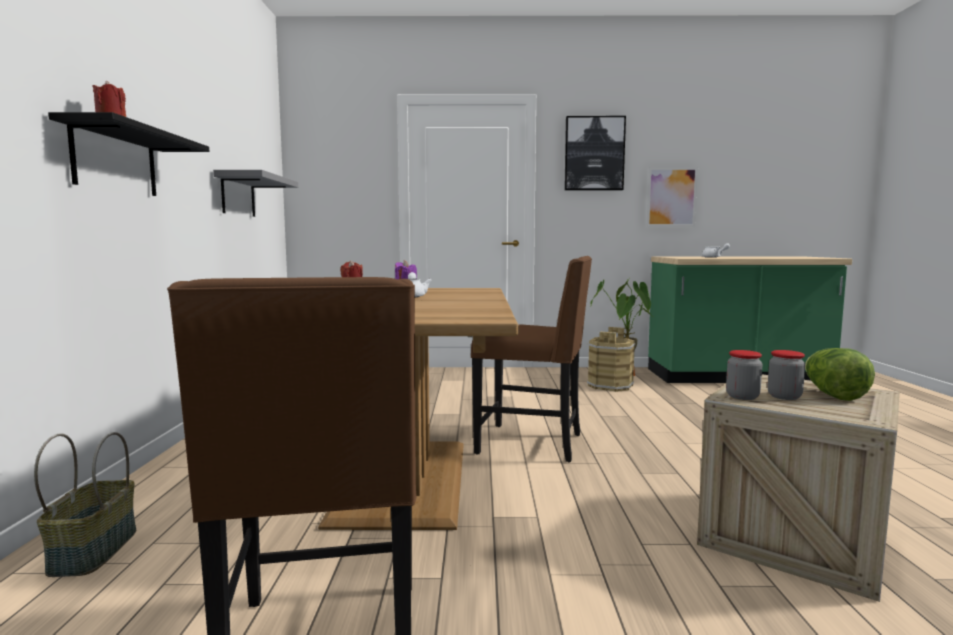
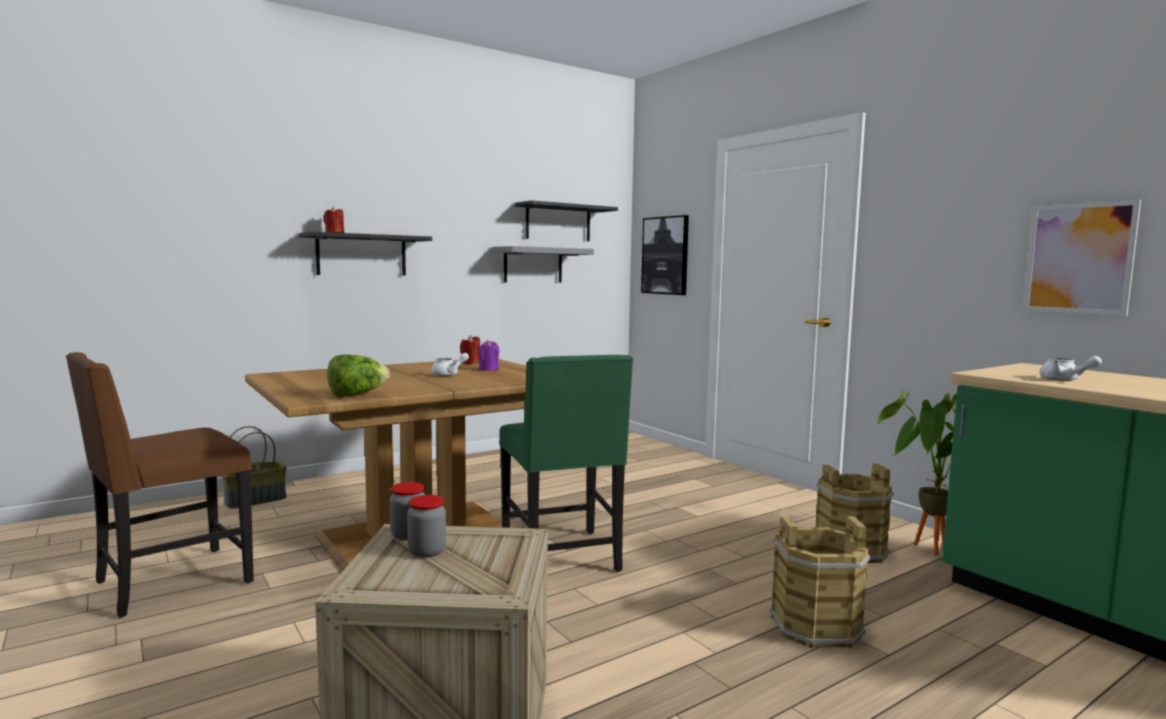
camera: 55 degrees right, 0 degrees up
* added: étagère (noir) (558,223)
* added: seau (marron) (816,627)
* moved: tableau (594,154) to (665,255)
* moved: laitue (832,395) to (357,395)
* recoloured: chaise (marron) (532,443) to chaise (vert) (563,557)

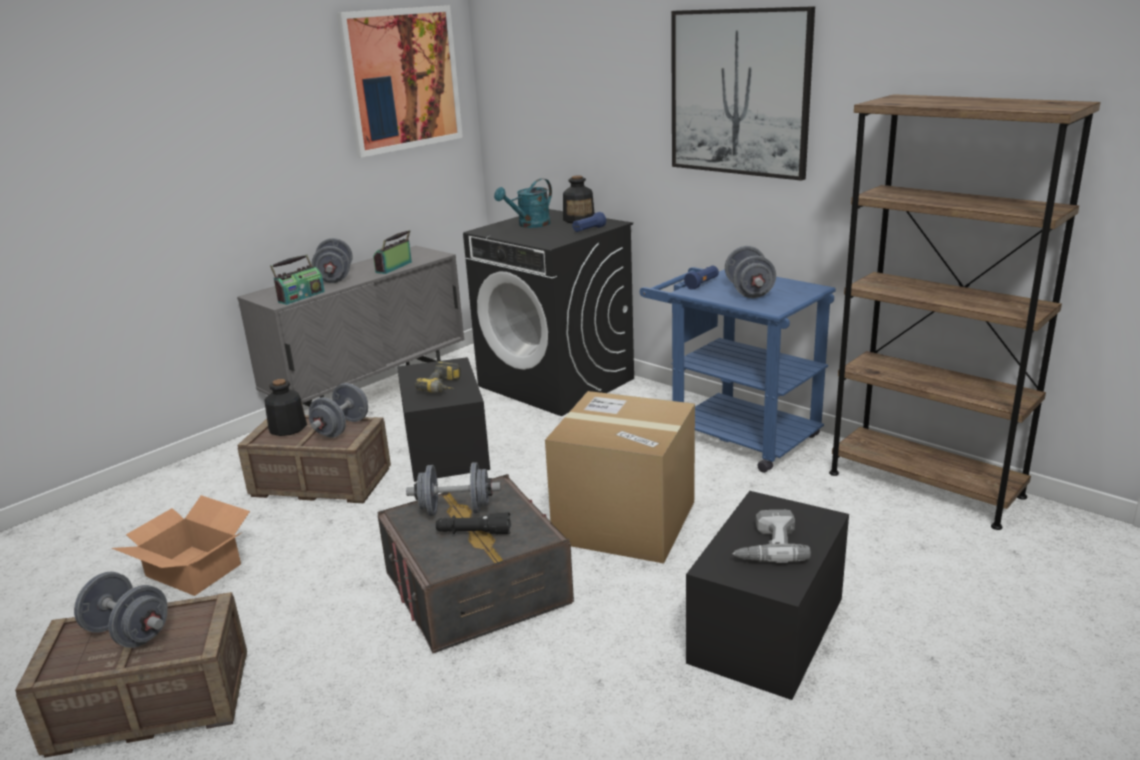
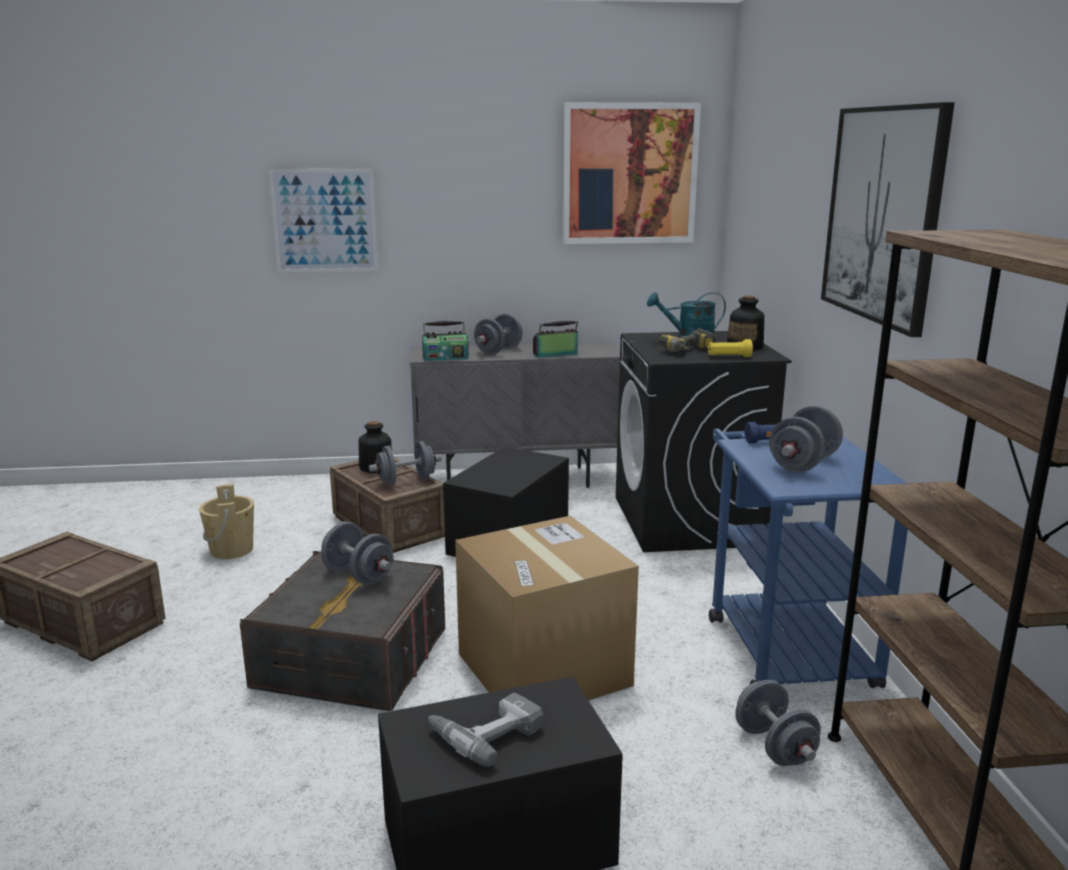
camera: 40 degrees right, 5 degrees down
* removed: lampe de poche (noir) (474,533)
* added: tableau (324,220)
* moved: haltère (gris) (128,633) to (774,747)
* moved: perceuse (444,387) to (690,352)
* replaced: carton (193,569) to seau (beige) (232,550)
* recoloured: lampe de poche (bleu) (588,230) to lampe de poche (jaune) (729,357)

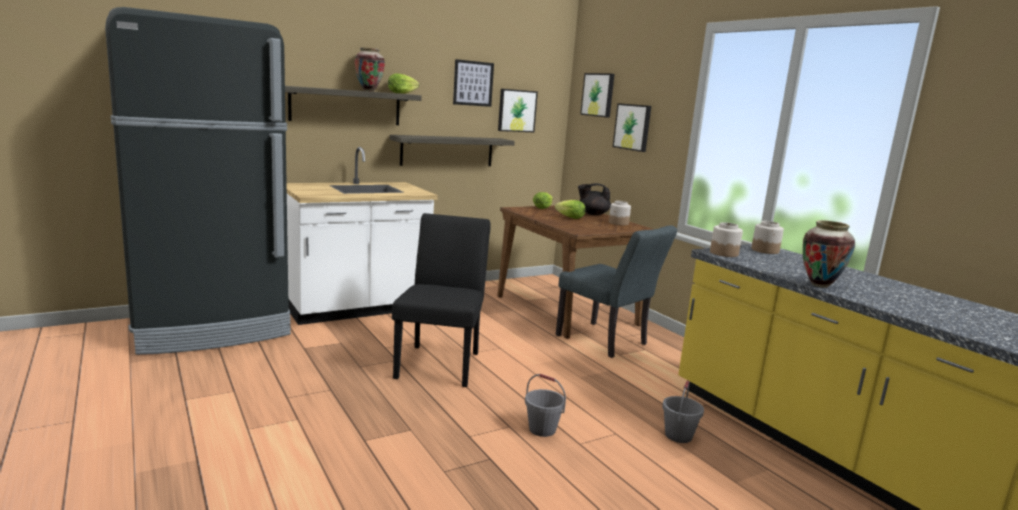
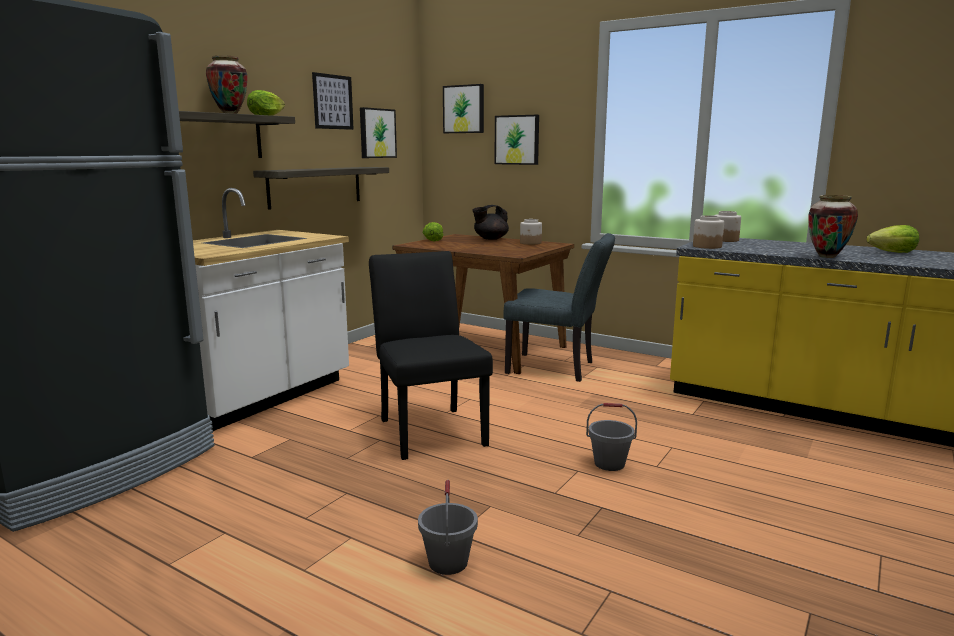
camera: 25 degrees left, 0 degrees up
* moved: laitue (570,218) to (892,252)
* moved: seau (gris) (678,435) to (447,562)

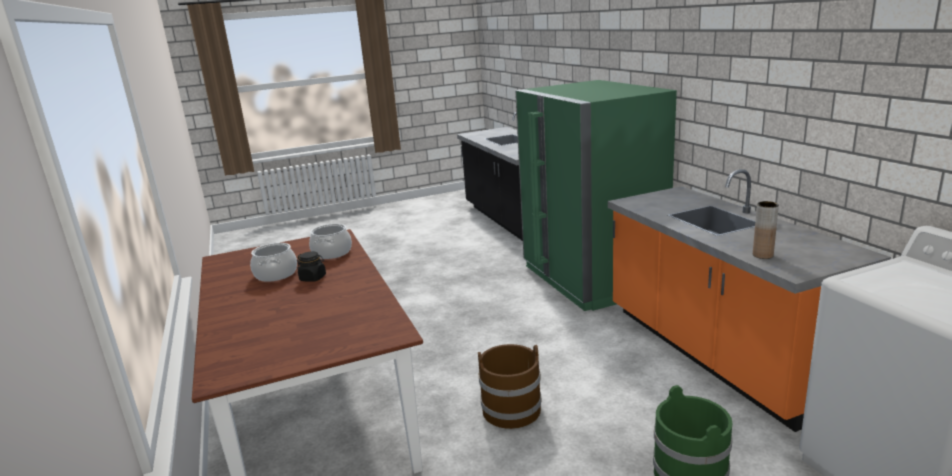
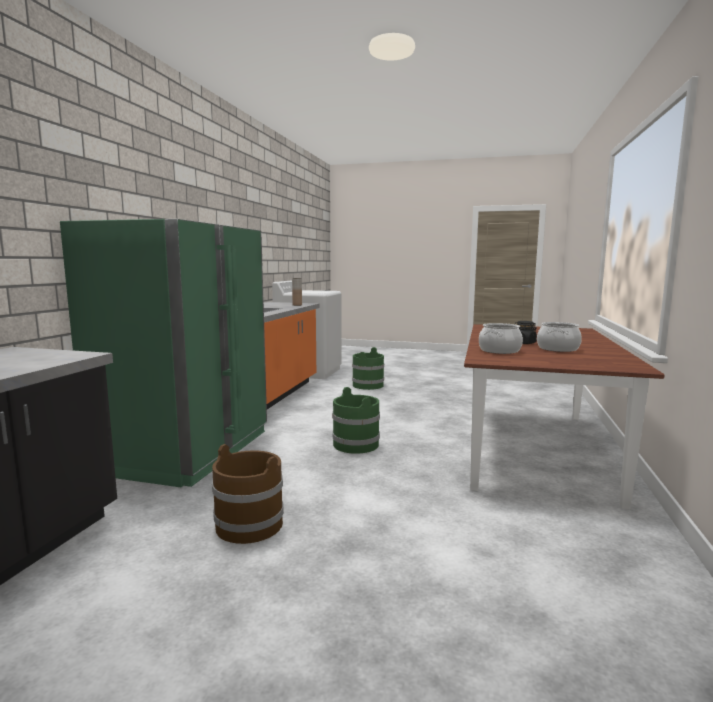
camera: 145 degrees left, 10 degrees down
* added: seau (vert) (356,444)
* moved: seau (marron) (511,409) to (249,525)

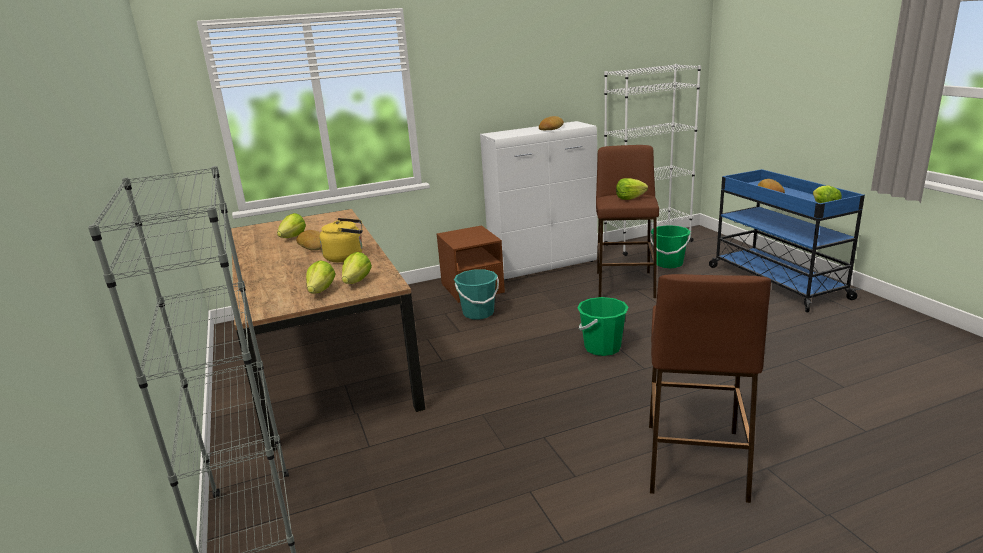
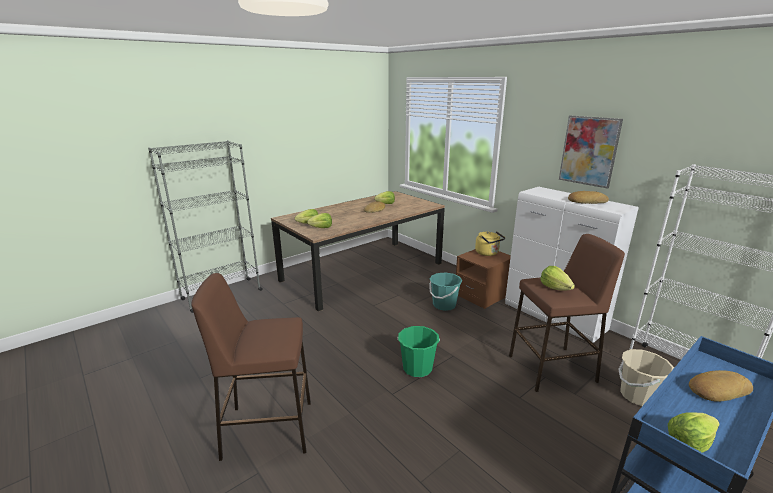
camera: 70 degrees right, 0 degrees up
* added: tableau (589,151)
* moved: bouilloire (jaune) (346,257) to (488,253)
* recoloured: seau (vert) (669,264) to seau (beige) (637,396)

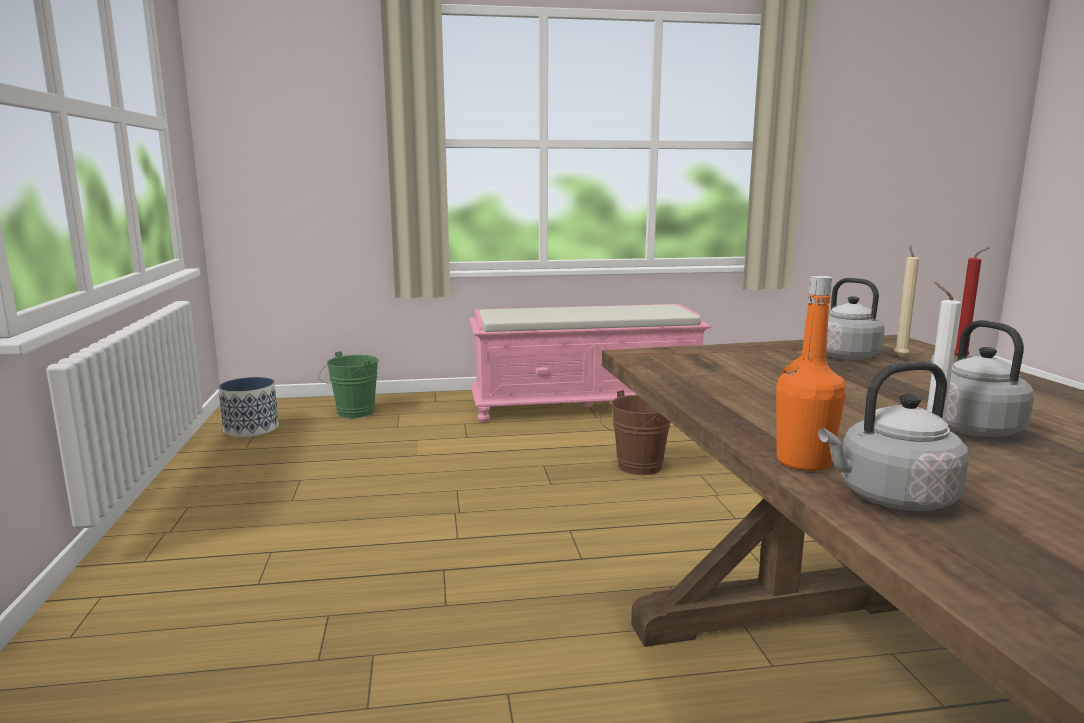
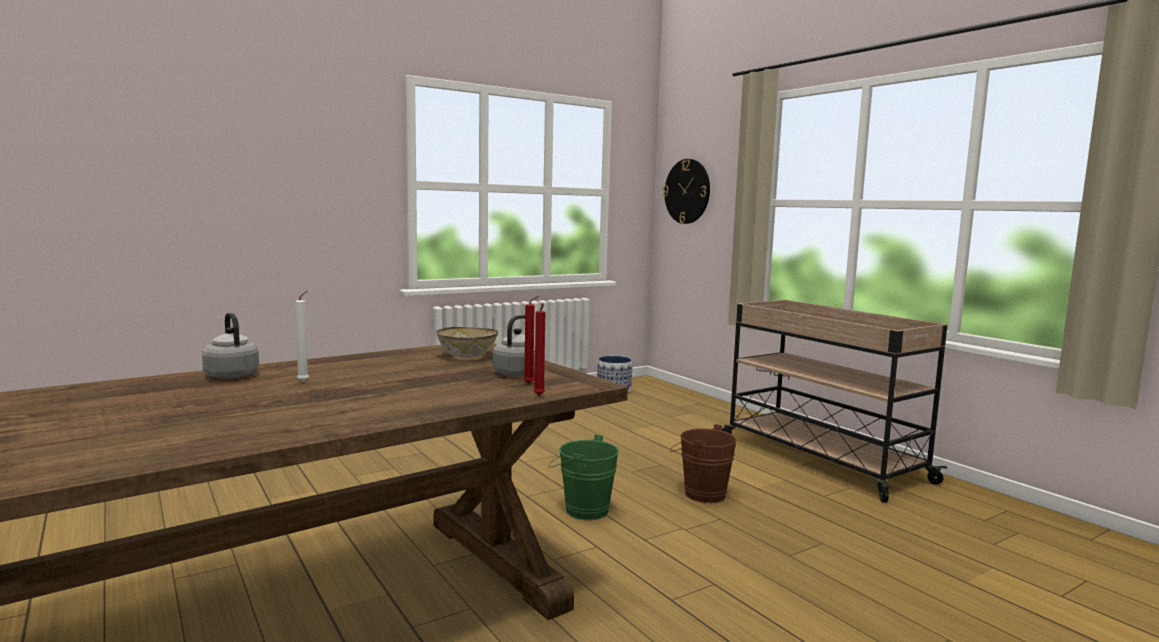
camera: 65 degrees right, 5 degrees down
* removed: bouteille (orange) (803,462)
* removed: bouilloire (gris) (970,428)
* added: bol (468,356)
* added: horloge murale (687,191)
* moved: seau (vert) (352,413) to (582,510)
* replaced: banc (rose) (586,405) to chariot (beige) (819,459)
* recoloured: bougie (beige) (900,356) to bougie (rouge) (530,383)

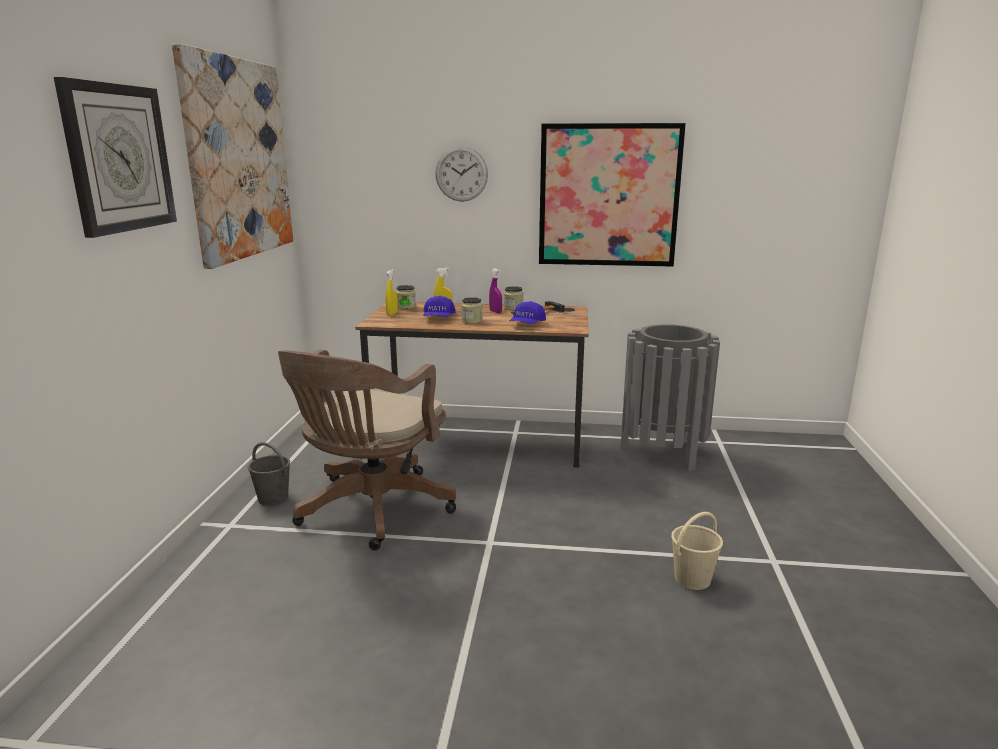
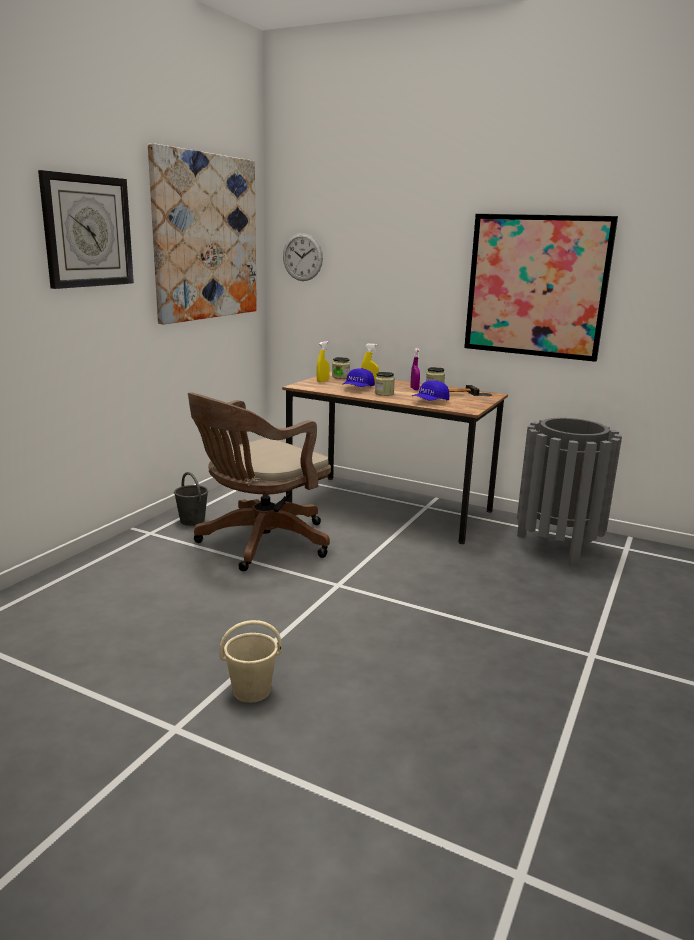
camera: 20 degrees right, 0 degrees up
* moved: horloge murale (461,174) to (302,257)
* moved: seau (beige) (693,579) to (252,690)

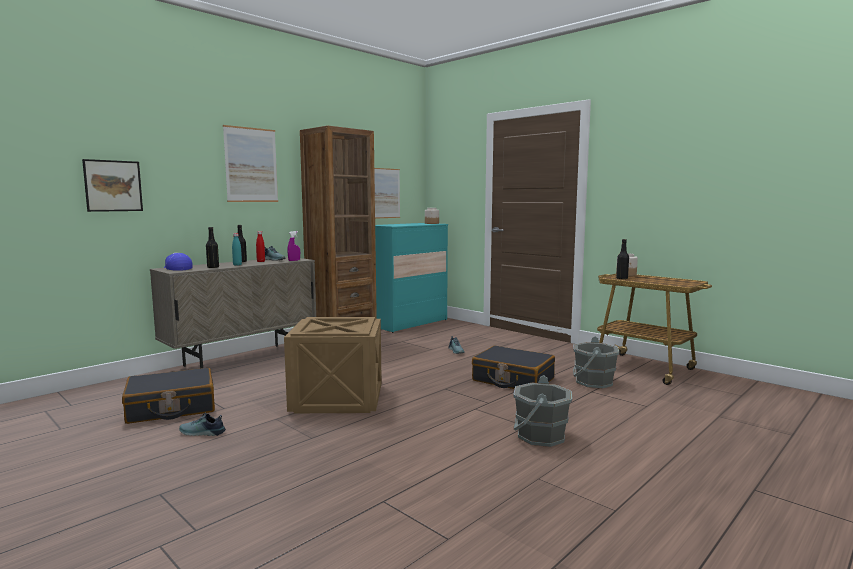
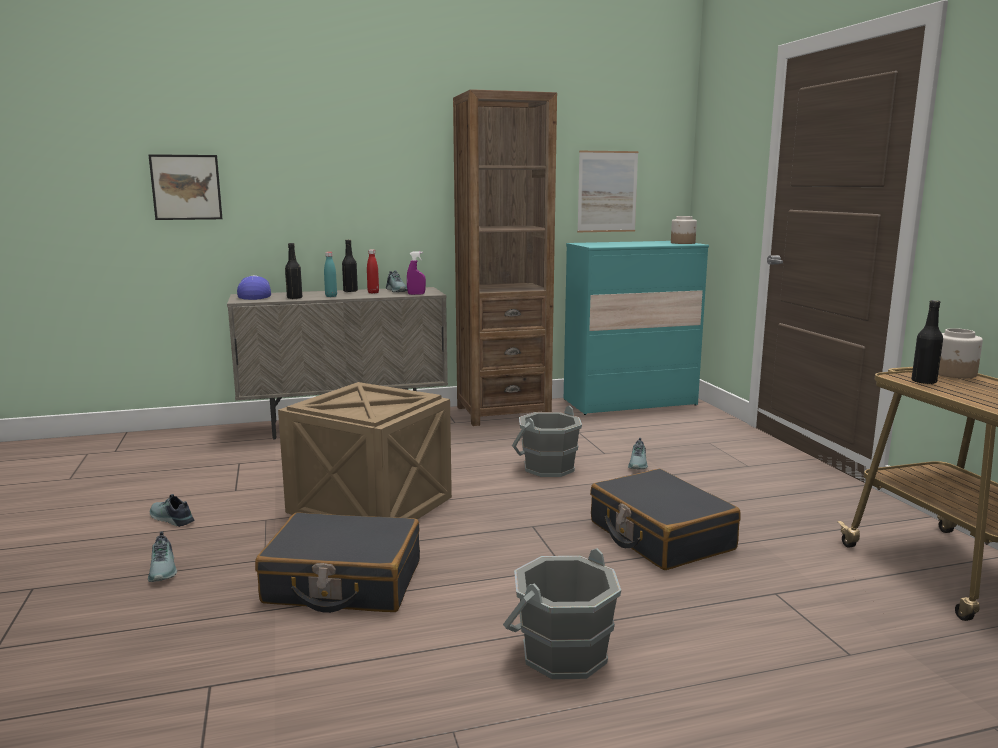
camera: 30 degrees right, 5 degrees up
* removed: tableau (251,165)
* added: chaussure (164,569)
* moved: valise (noir) (171,408) to (343,582)
* moved: seau (gris) (593,382) to (548,467)

